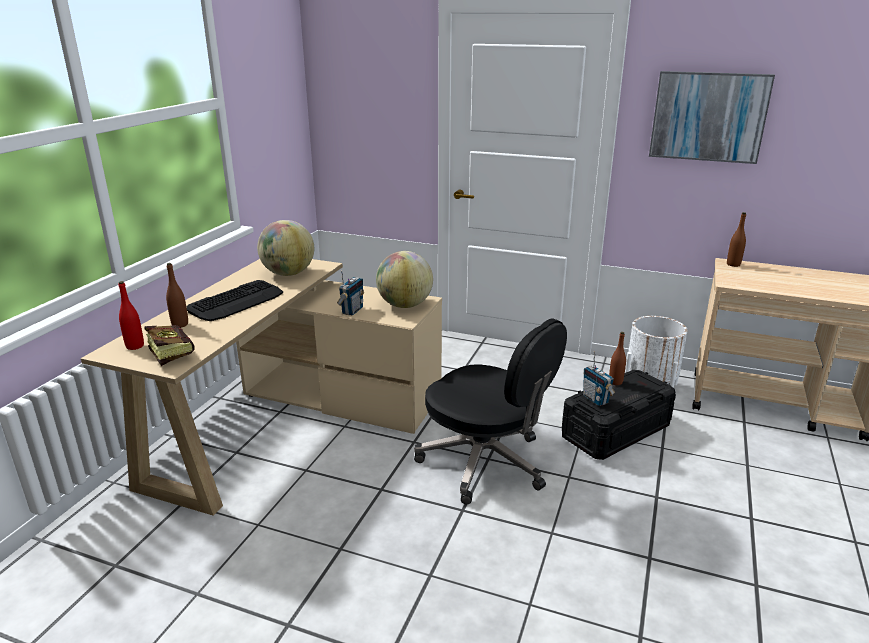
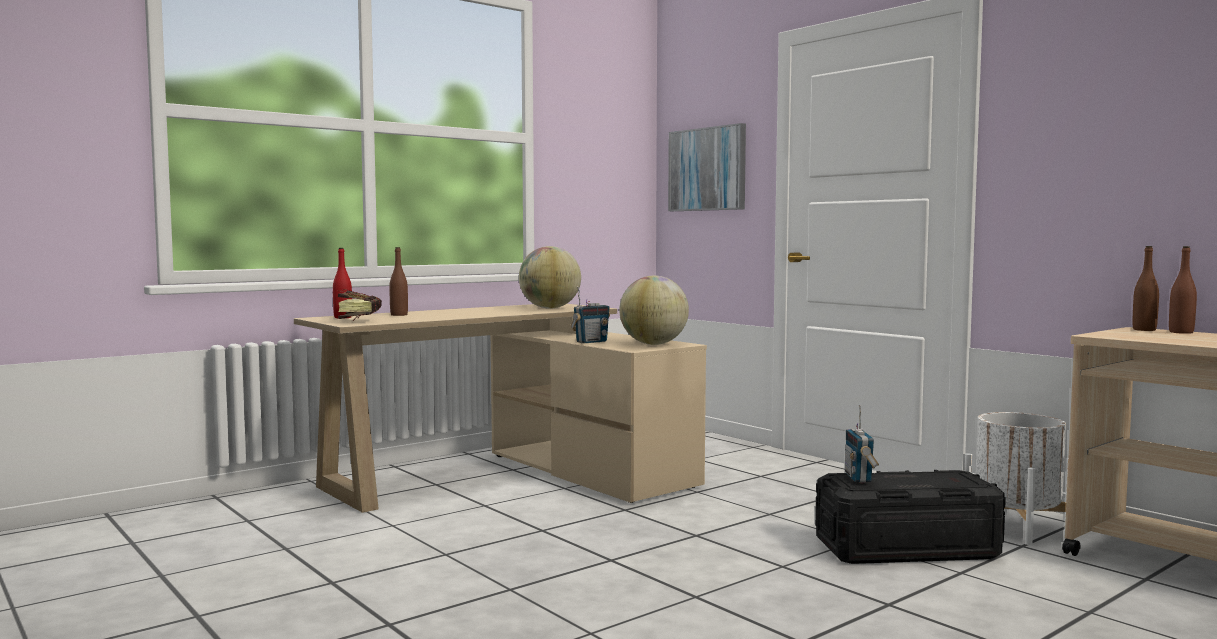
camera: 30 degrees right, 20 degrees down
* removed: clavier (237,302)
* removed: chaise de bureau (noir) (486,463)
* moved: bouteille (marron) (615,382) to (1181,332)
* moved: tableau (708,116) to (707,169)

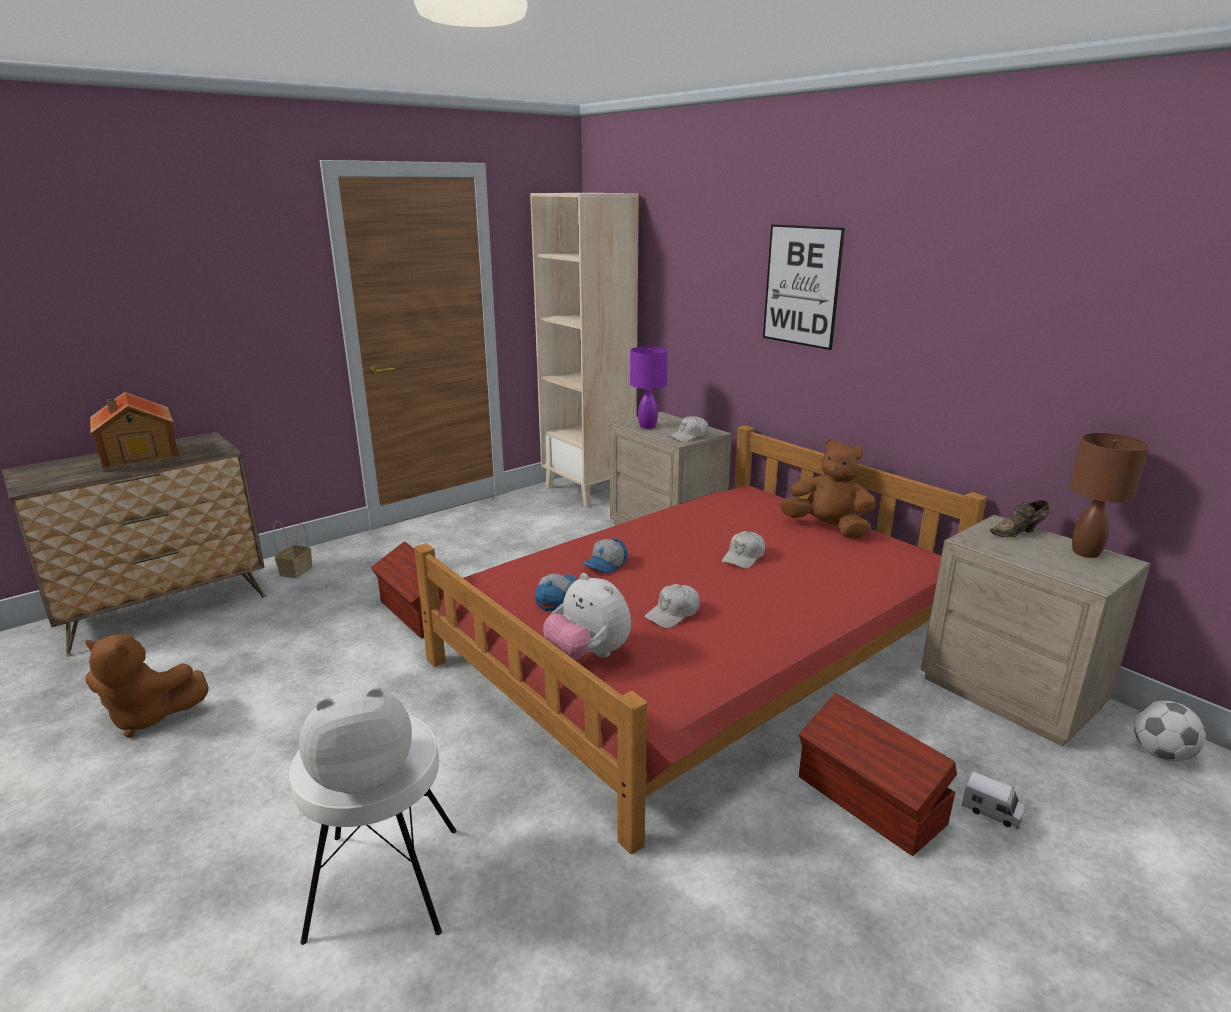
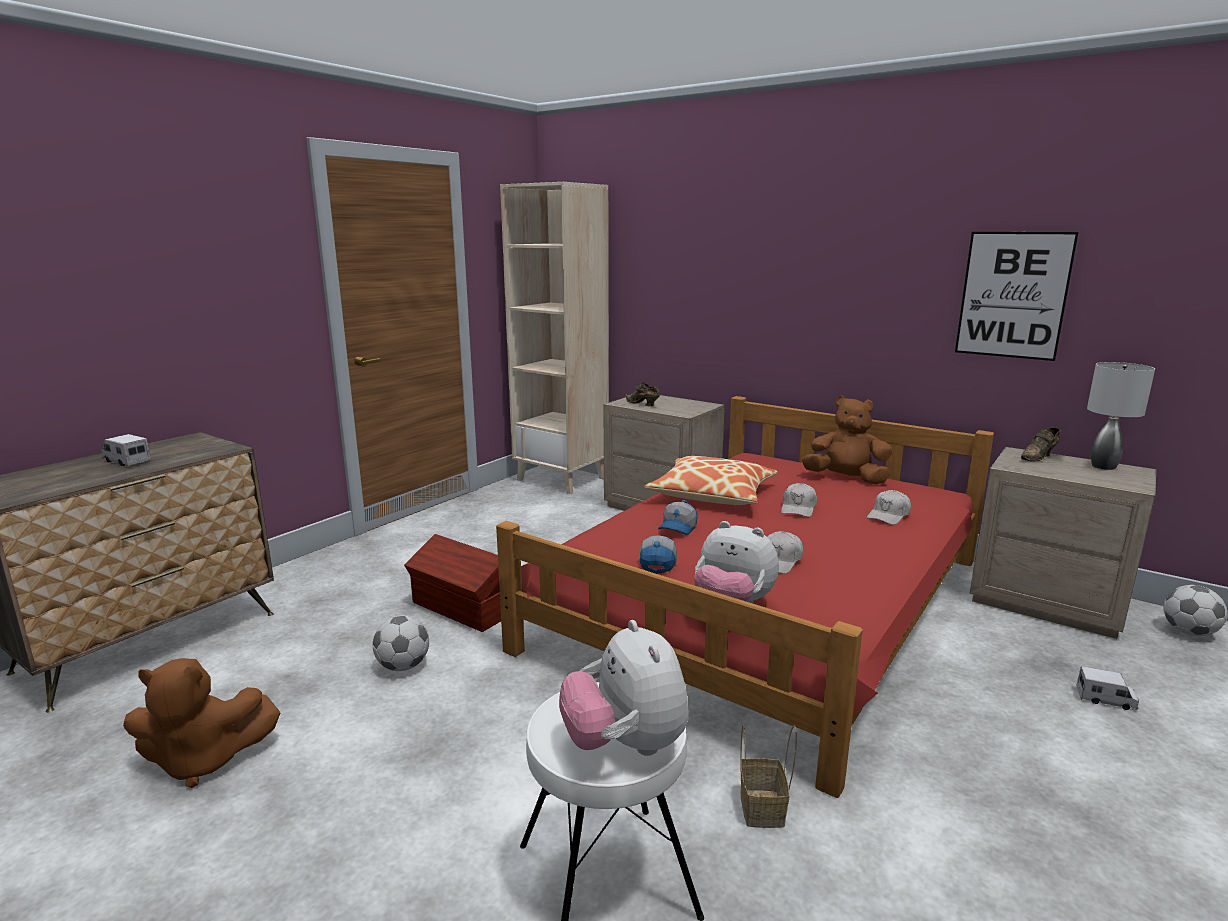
camera: 15 degrees left, 5 degrees down
* removed: boîte de rangement (marron) (870,802)
* added: ballon de foot (403,666)
* added: coussin (712,494)
* moved: panier (296,571) to (763,810)
* moved: casquette (blanc) (689,436) to (889,515)
* moved: tableau (801,286) to (1013,295)
* replaced: maison miniature (139,457) to camion jouet (127,461)
* replaced: lampe de table (violet) (647,426) to chaussure (marron) (642,404)
* recoloured: lampe de table (marron) (1084,552) to lampe de table (gris) (1102,466)
* turned: peluche (362,774) = (625,745) 75 degrees counterclockwise

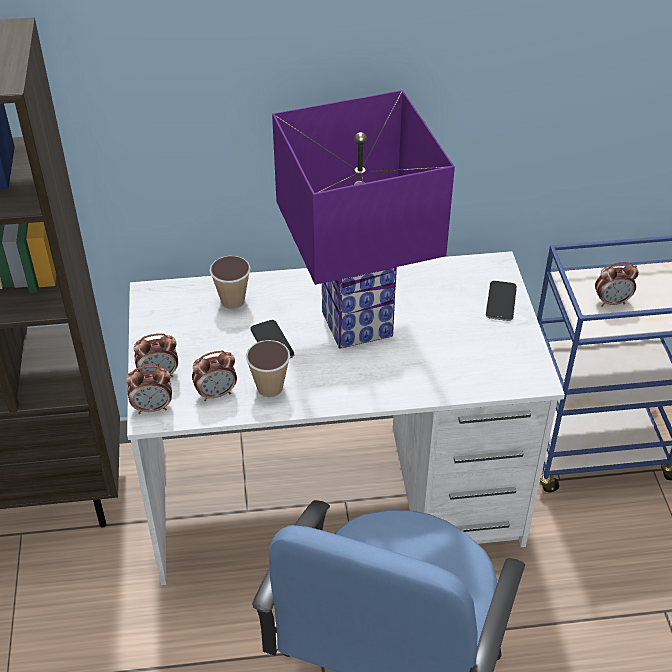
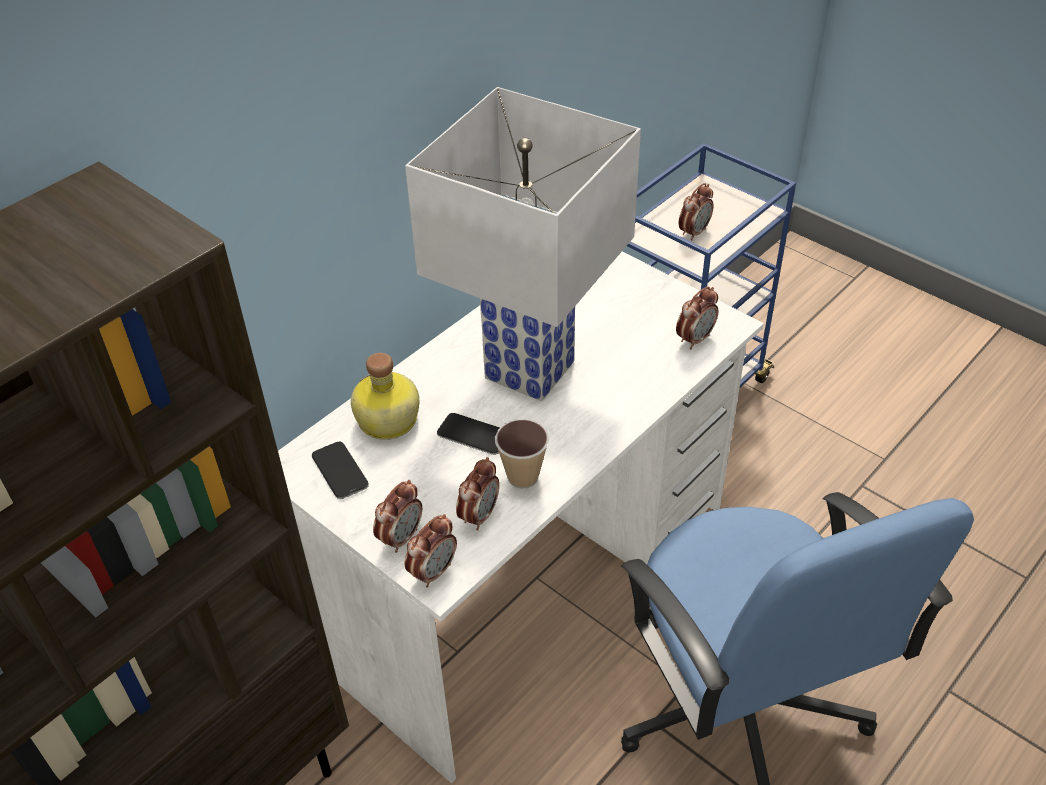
camera: 40 degrees left, 0 degrees up
* added: réveil (695,339)
* moved: téléphone (501,302) to (340,471)
* replaced: tasse (232,301) to bouteille (386,421)
* recoloured: lampe de table (violet) (355,323) to lampe de table (blanc) (527,370)

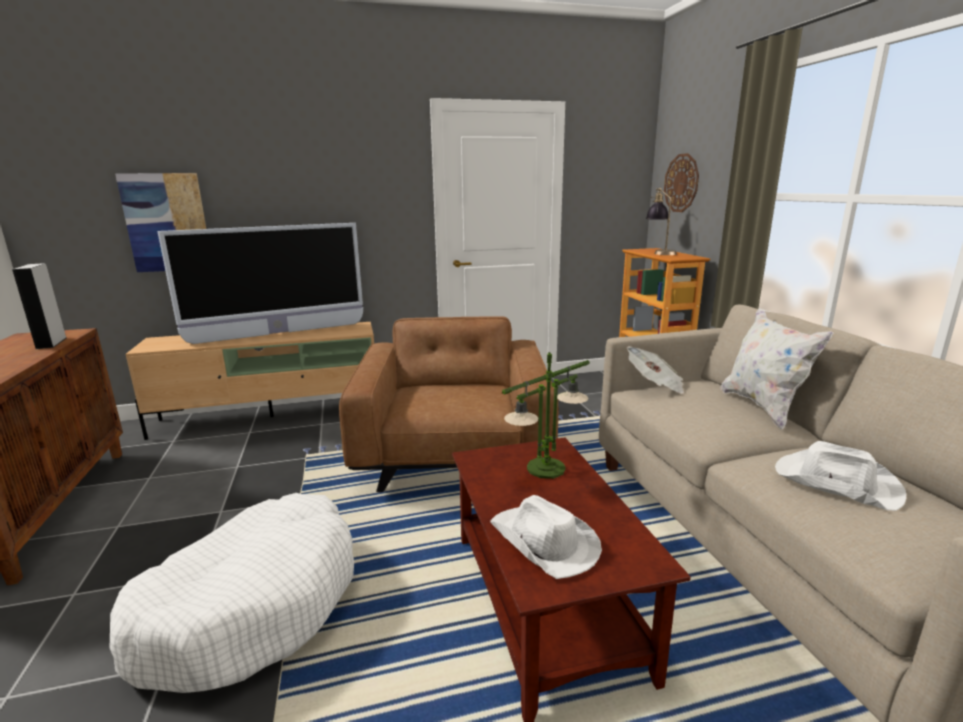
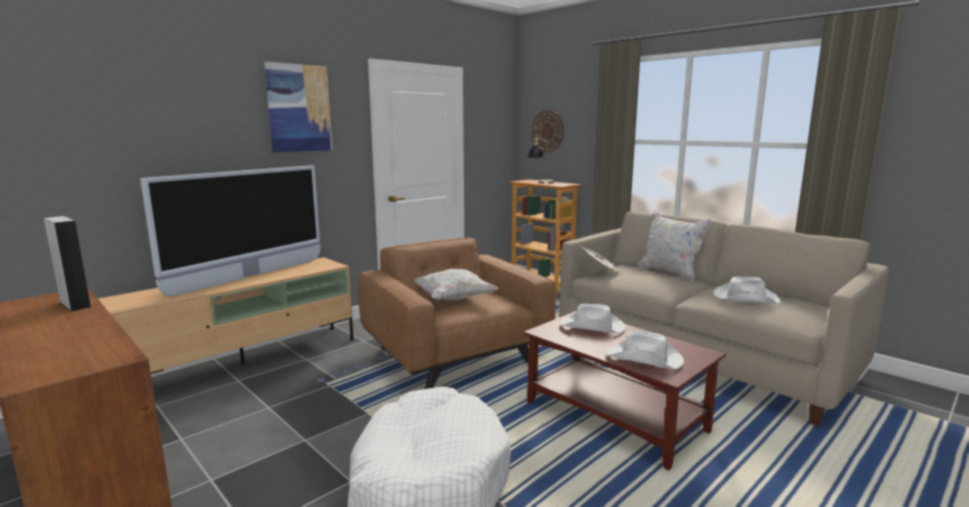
camera: 30 degrees left, 5 degrees down
* added: coussin (blanc) (453,299)
* moved: tableau (167,223) to (299,108)
* replaced: lampe de table (546,468) to chapeau (blanc) (593,327)

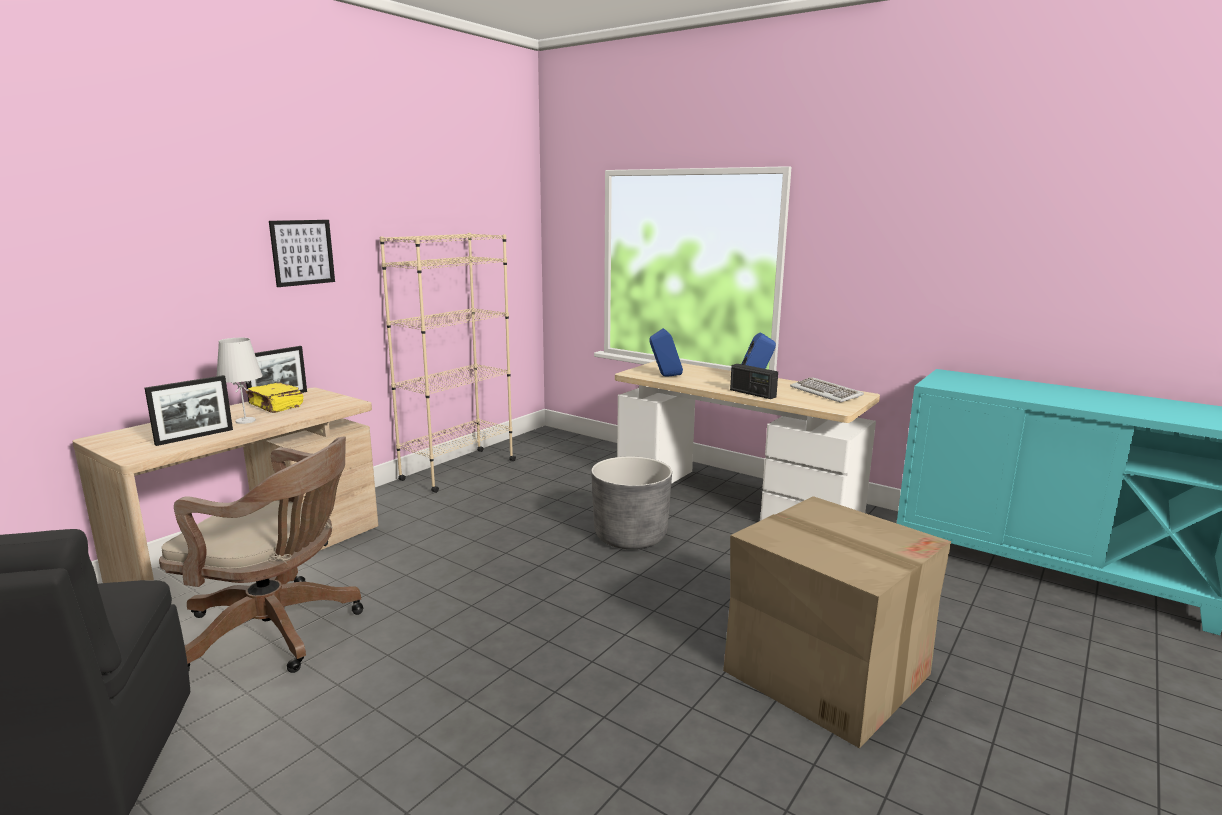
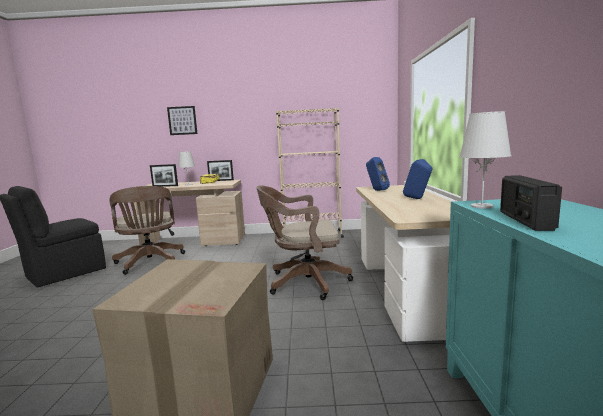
camera: 55 degrees right, 5 degrees down
* removed: clavier (826,393)
* added: lampe de table (blanc) (482,206)
* moved: tableau (302,252) to (182,120)
* moved: radio (752,393) to (525,220)
* replaced: cache-pot (gris) (630,536) to chaise de bureau (marron) (304,282)

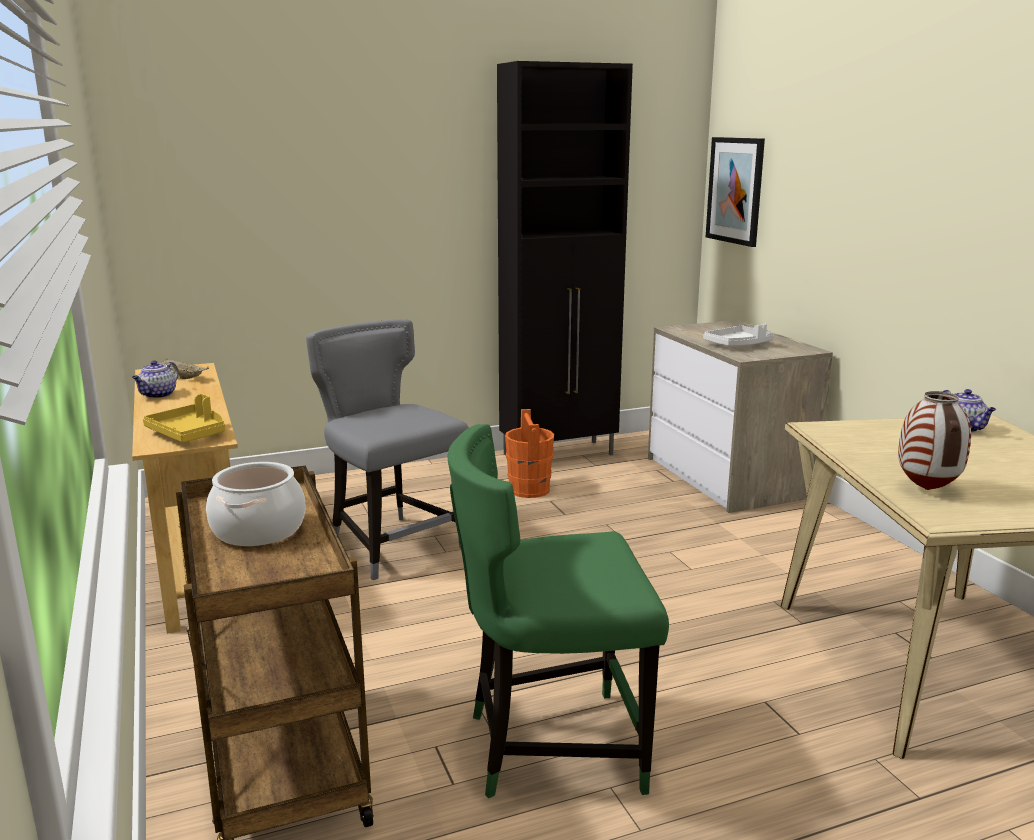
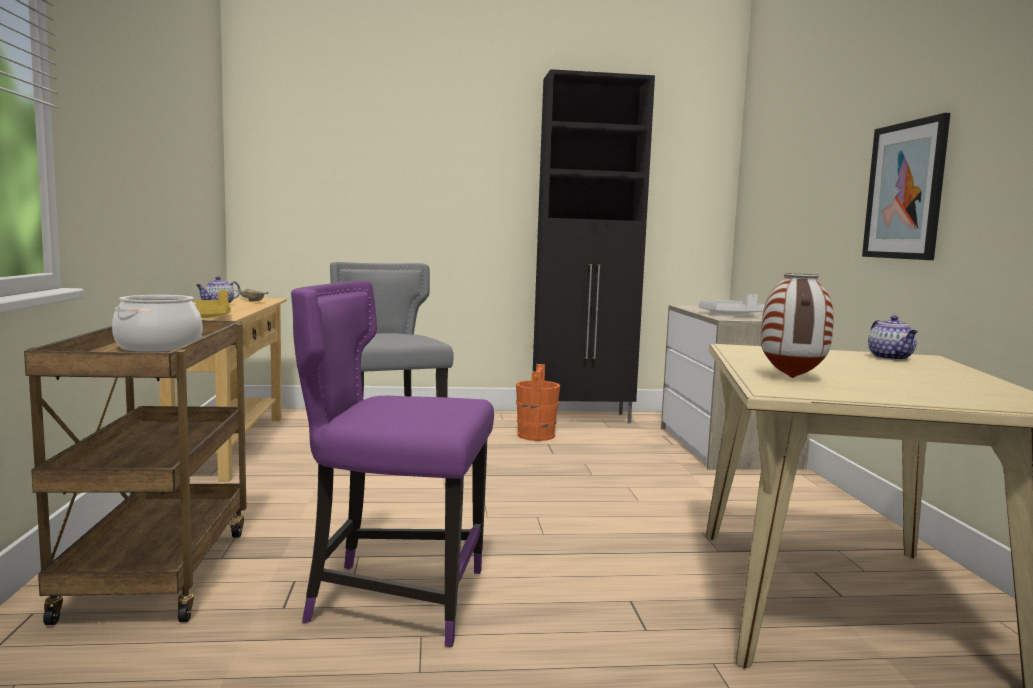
camera: 15 degrees right, 10 degrees down
* moved: tableau (735,190) to (905,191)
* recoloured: chaise (vert) (550,747) to chaise (violet) (393,598)

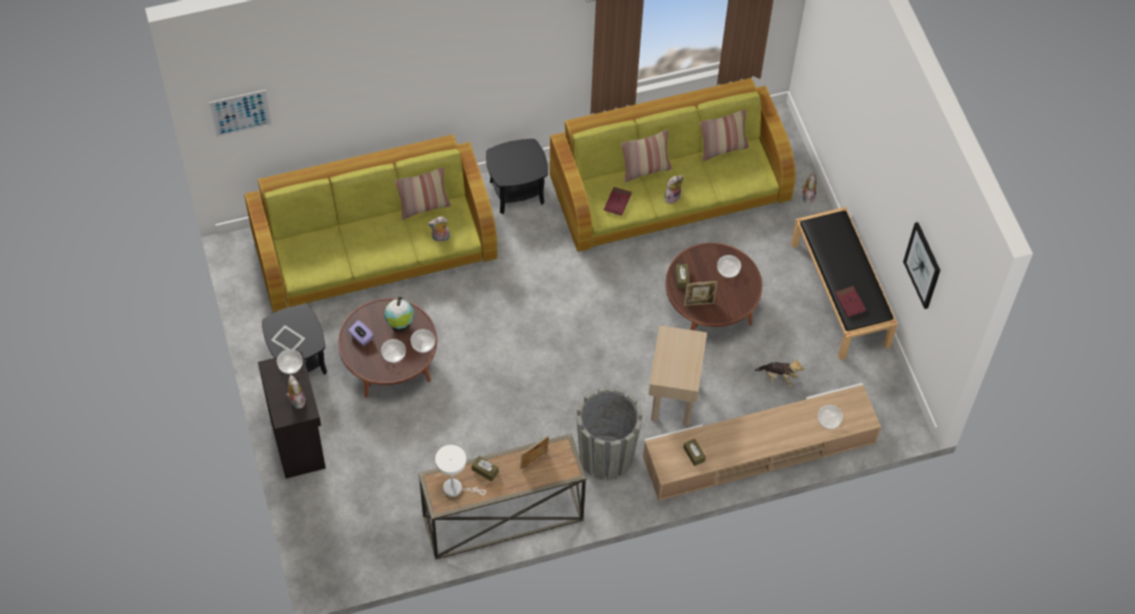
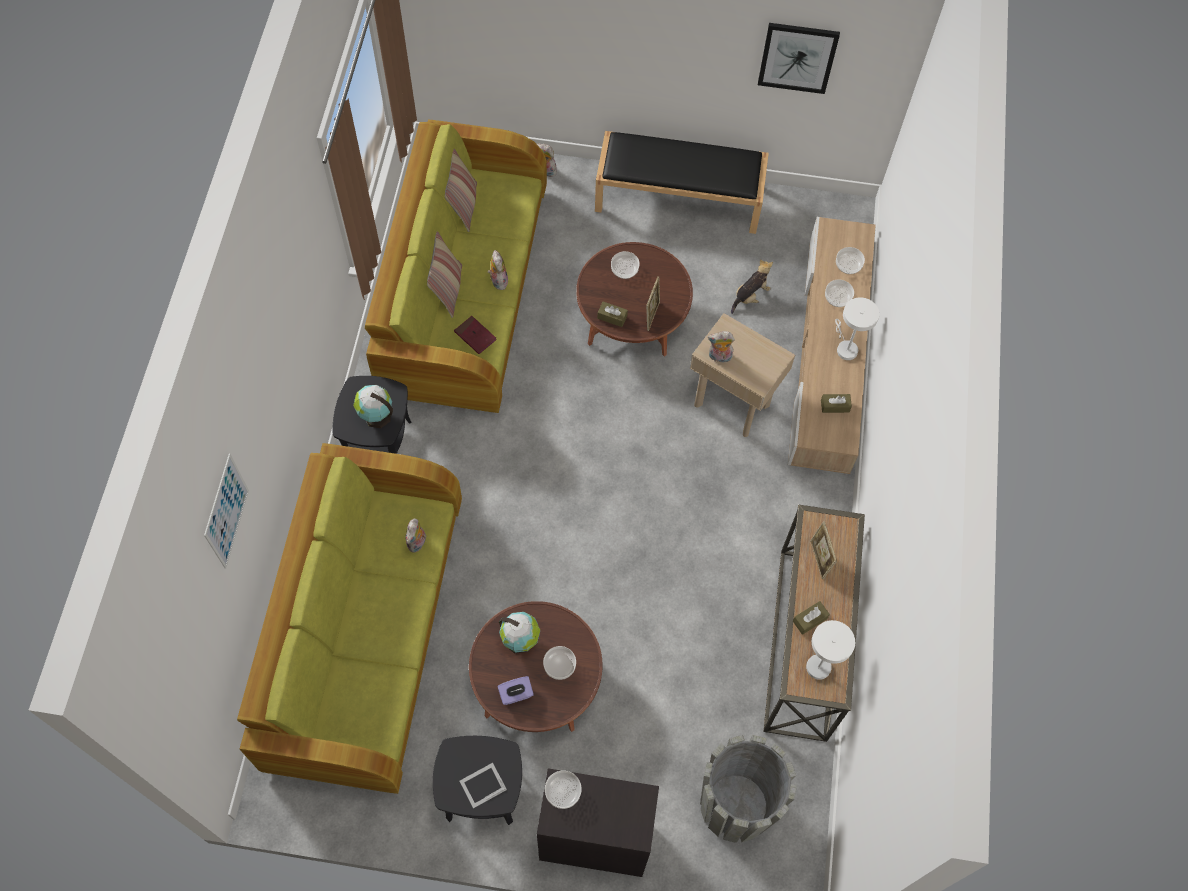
camera: 65 degrees left, 5 degrees up
* removed: coussin (423,207)
* removed: livre (rouge) (850,302)
* added: globe (376,416)
* added: lampe de table (blanc) (845,348)
* moved: tableau (240,113) to (226,511)
* moved: peluche (296,400) to (719,357)
* moved: bol (423,344) to (838,297)
* moved: cache-pot (gris) (606,456) to (735,806)

